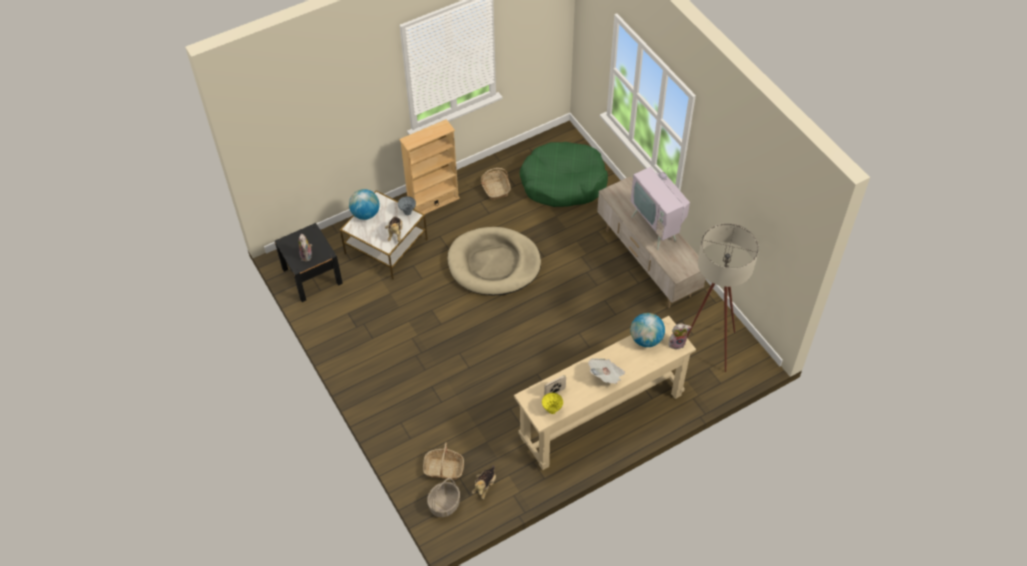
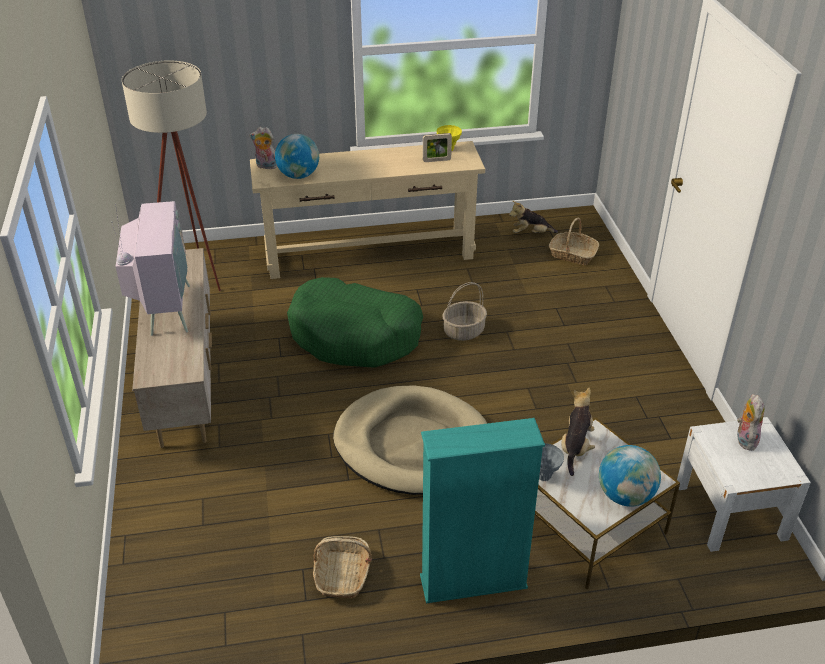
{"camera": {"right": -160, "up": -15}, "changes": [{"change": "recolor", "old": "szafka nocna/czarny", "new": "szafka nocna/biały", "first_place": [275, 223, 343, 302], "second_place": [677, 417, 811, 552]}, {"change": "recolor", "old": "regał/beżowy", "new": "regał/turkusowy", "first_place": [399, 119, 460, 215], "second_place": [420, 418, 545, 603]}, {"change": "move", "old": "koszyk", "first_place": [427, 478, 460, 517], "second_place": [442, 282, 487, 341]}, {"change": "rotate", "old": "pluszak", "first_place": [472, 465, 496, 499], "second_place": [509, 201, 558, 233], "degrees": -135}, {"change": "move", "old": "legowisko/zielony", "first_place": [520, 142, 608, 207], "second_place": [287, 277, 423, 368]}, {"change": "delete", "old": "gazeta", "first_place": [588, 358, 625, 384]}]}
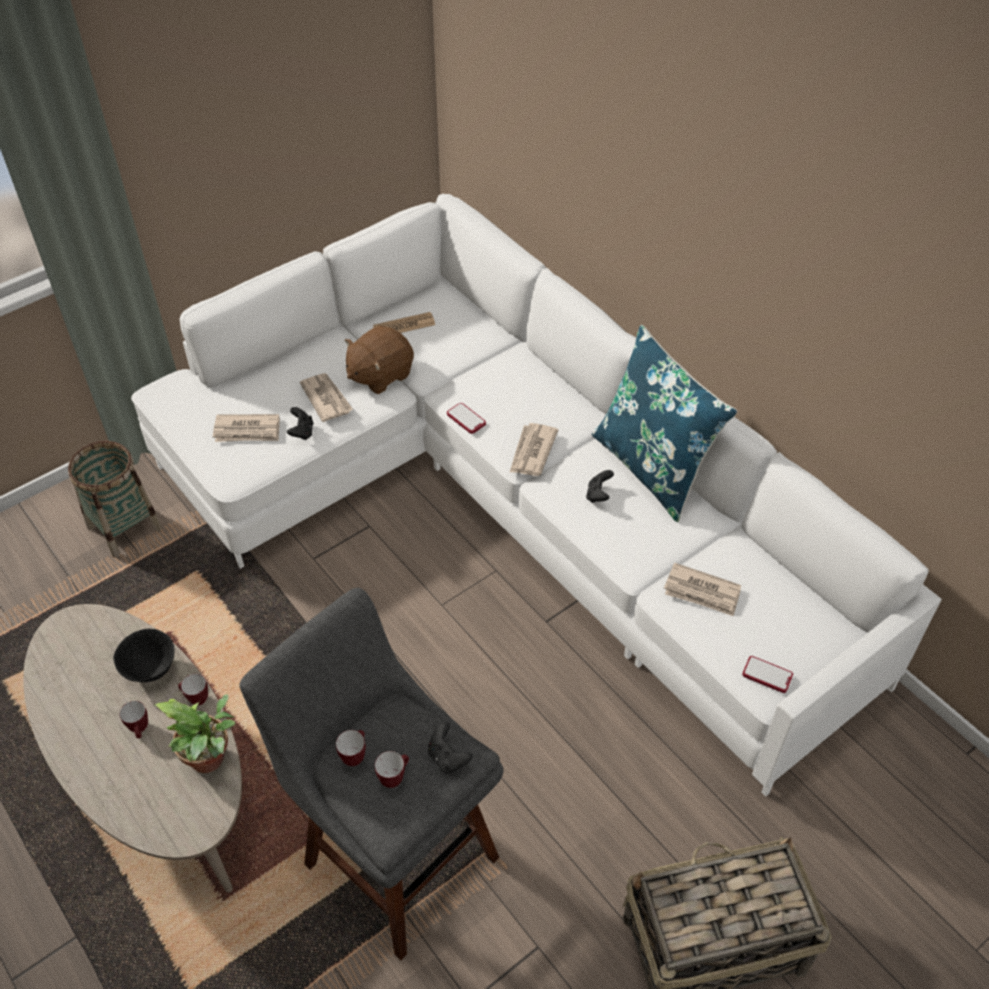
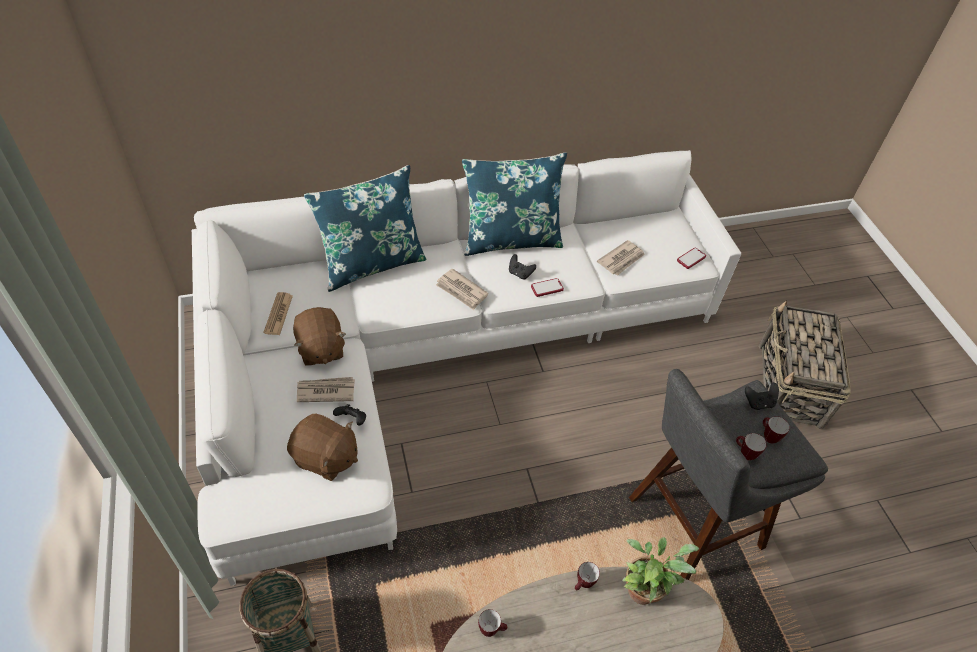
{"camera": {"right": -70, "up": 0}, "changes": [{"change": "delete", "old": "miska/czarny", "first_place": [113, 629, 175, 682]}, {"change": "move", "old": "kubek", "first_place": [120, 701, 148, 739], "second_place": [478, 609, 507, 637]}, {"change": "replace", "old": "gazeta", "new": "pluszak/brązowy", "first_place": [213, 414, 280, 442], "second_place": [287, 413, 358, 481]}, {"change": "move", "old": "telefon", "first_place": [447, 403, 486, 434], "second_place": [531, 278, 564, 297]}, {"change": "insert", "new": "poduszka/niebieski", "second_place": [304, 165, 426, 292]}]}
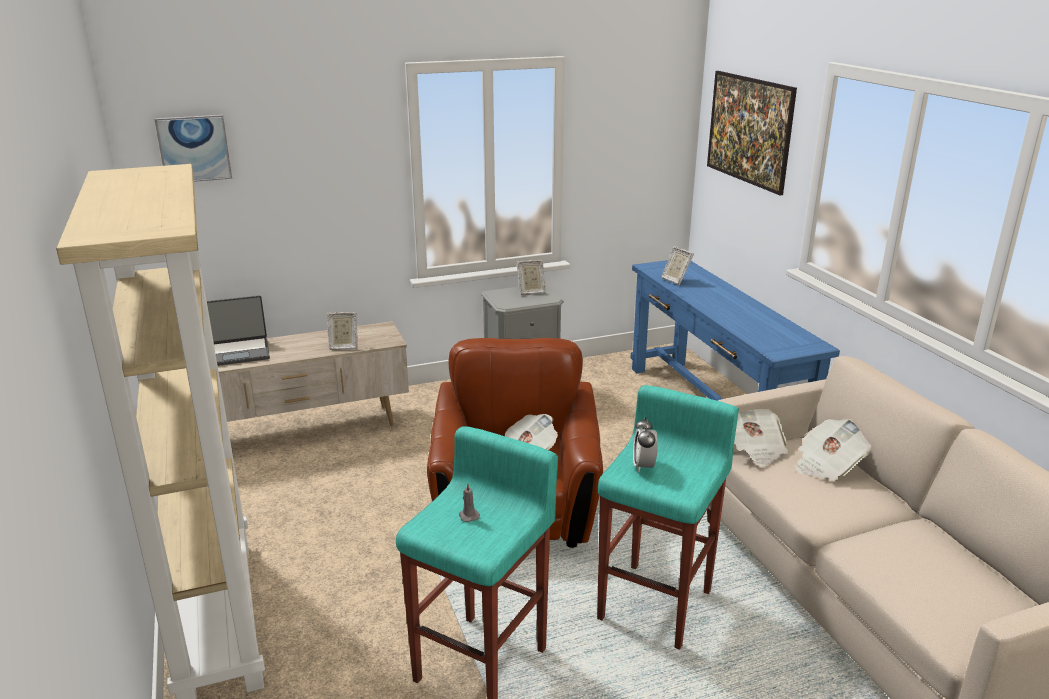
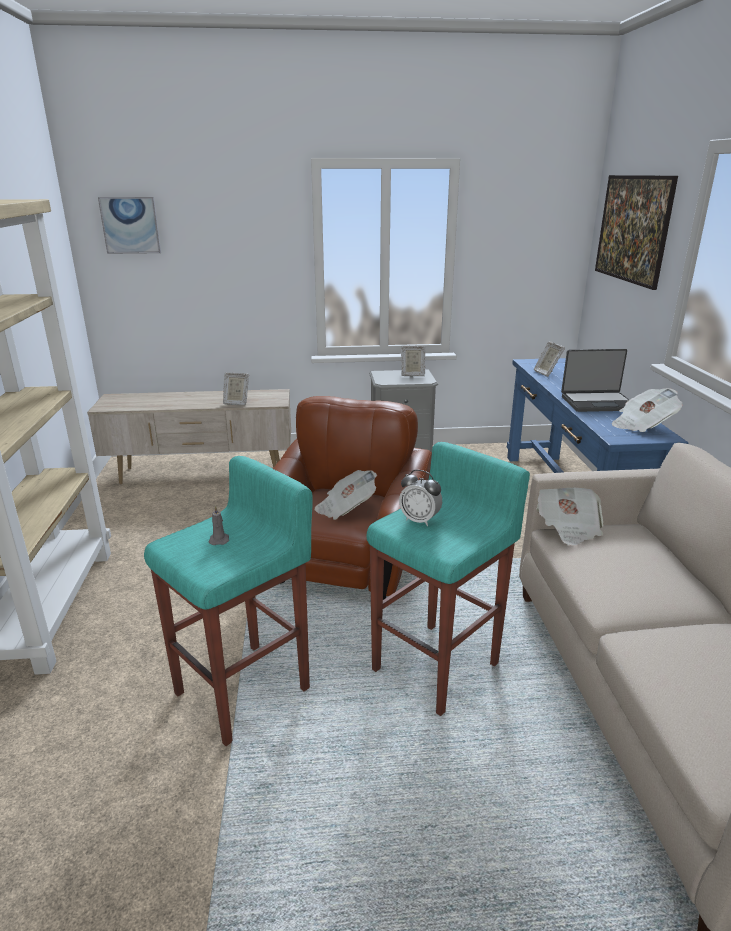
{"camera": {"right": 15, "up": 0}, "changes": [{"change": "move", "old": "laptop", "first_place": [207, 295, 270, 366], "second_place": [561, 349, 629, 412]}, {"change": "rotate", "old": "budzik", "first_place": [633, 417, 658, 473], "second_place": [399, 470, 442, 526], "degrees": -75}, {"change": "move", "old": "gazeta", "first_place": [795, 419, 871, 481], "second_place": [612, 388, 682, 432]}]}
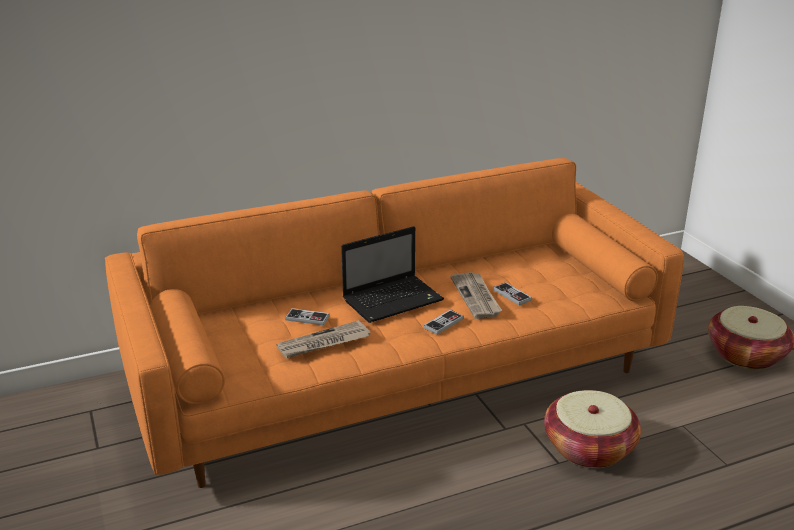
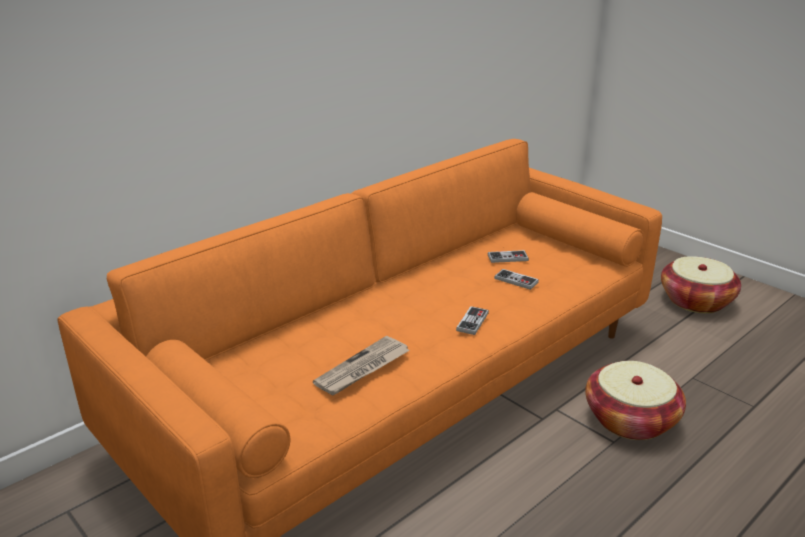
{"camera": {"right": -20, "up": 0}, "changes": [{"change": "move", "old": "pad do gier", "first_place": [285, 308, 330, 325], "second_place": [488, 250, 529, 263]}, {"change": "delete", "old": "laptop", "first_place": [341, 226, 444, 323]}, {"change": "delete", "old": "gazeta", "first_place": [450, 272, 502, 319]}]}
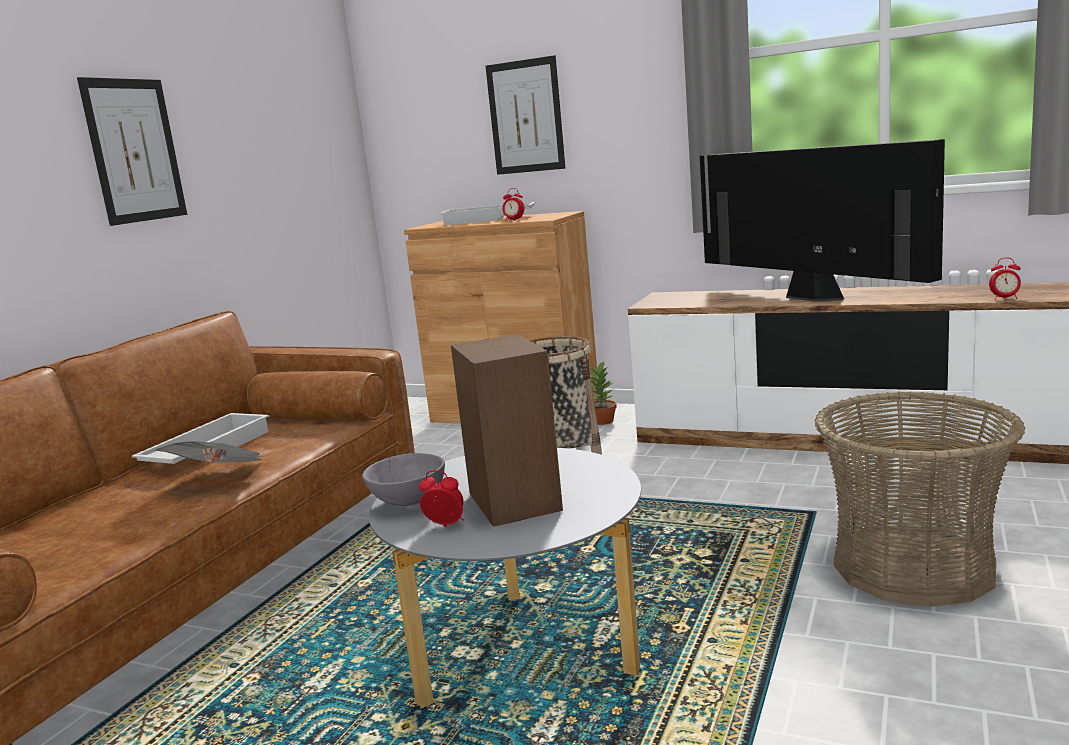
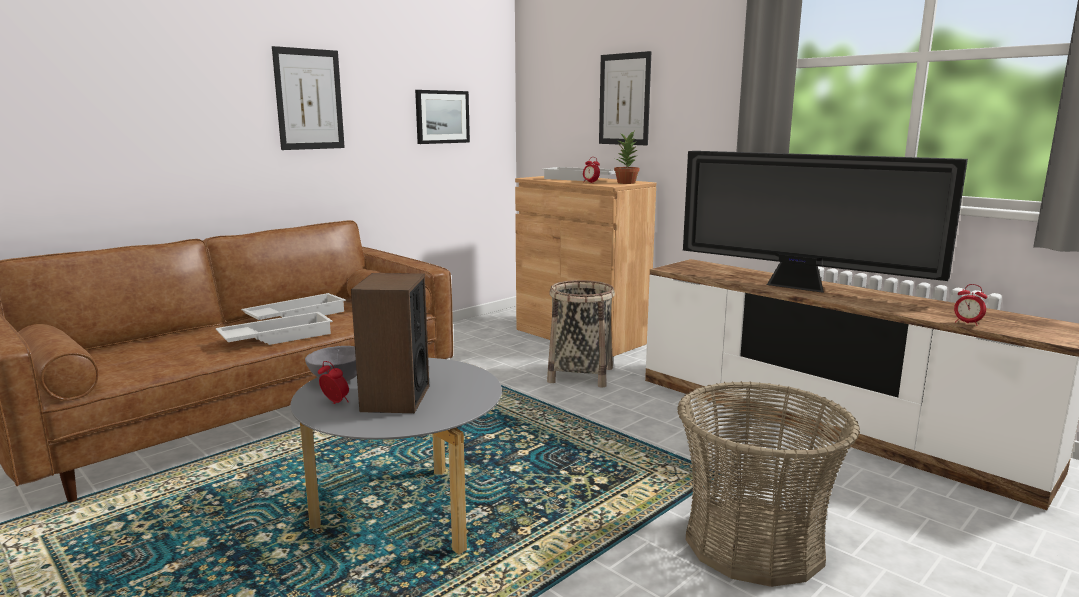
{"camera": {"right": 20, "up": 0}, "changes": [{"change": "replace", "old": "gazeta", "new": "taca/biały", "first_place": [155, 441, 263, 463], "second_place": [216, 312, 333, 345]}, {"change": "move", "old": "roślina doniczkowa", "first_place": [590, 361, 617, 425], "second_place": [614, 132, 639, 184]}, {"change": "rotate", "old": "telewizor", "first_place": [700, 139, 945, 302], "second_place": [683, 151, 968, 293], "degrees": 135}, {"change": "insert", "new": "obraz", "second_place": [415, 90, 470, 144]}]}
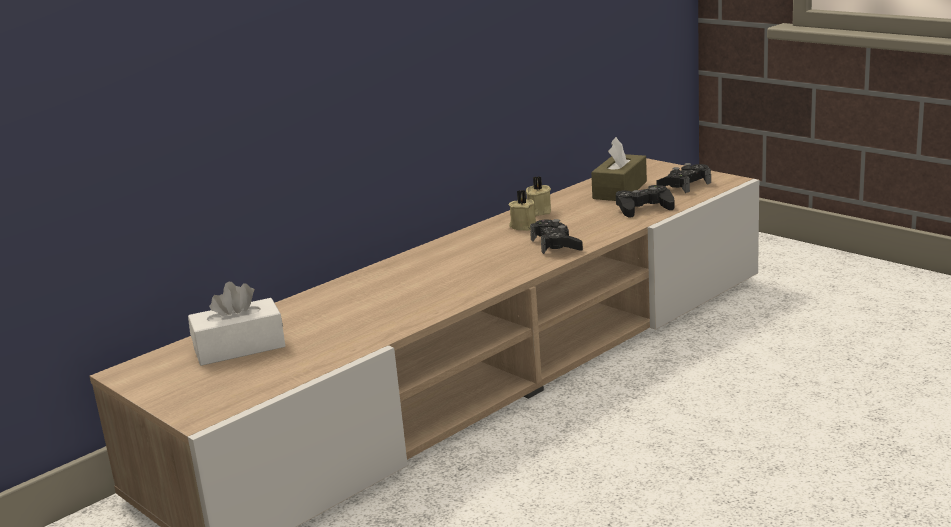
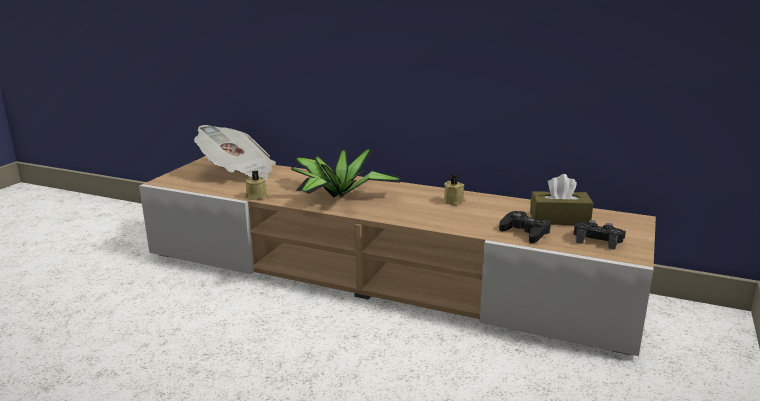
{"camera": {"right": 65, "up": 0}, "changes": [{"change": "replace", "old": "pudełko chusteczek/biały", "new": "gazeta", "first_place": [188, 282, 285, 366], "second_place": [194, 125, 276, 180]}, {"change": "move", "old": "świeca/beżowy", "first_place": [526, 176, 551, 217], "second_place": [245, 171, 267, 200]}, {"change": "delete", "old": "pad do gier/czarny", "first_place": [530, 219, 583, 254]}, {"change": "insert", "new": "roślina doniczkowa", "second_place": [291, 149, 402, 198]}]}
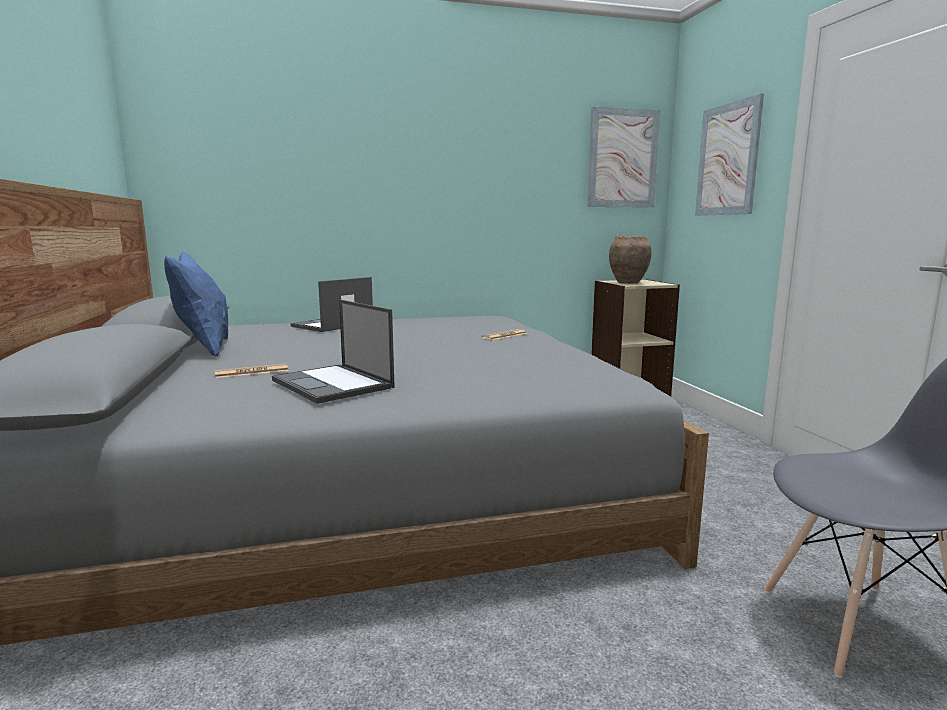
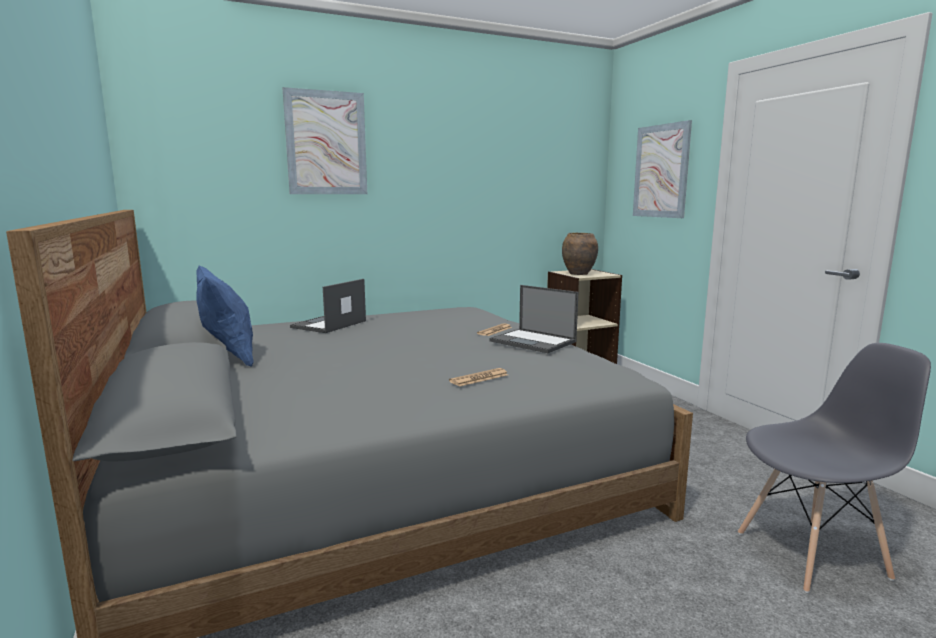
{"camera": {"right": -10, "up": 0}, "changes": [{"change": "move", "old": "gazeta", "first_place": [215, 364, 289, 378], "second_place": [449, 368, 508, 387]}, {"change": "move", "old": "laptop", "first_place": [272, 299, 395, 404], "second_place": [490, 285, 578, 353]}, {"change": "move", "old": "obraz", "first_place": [587, 107, 660, 208], "second_place": [283, 87, 367, 194]}]}
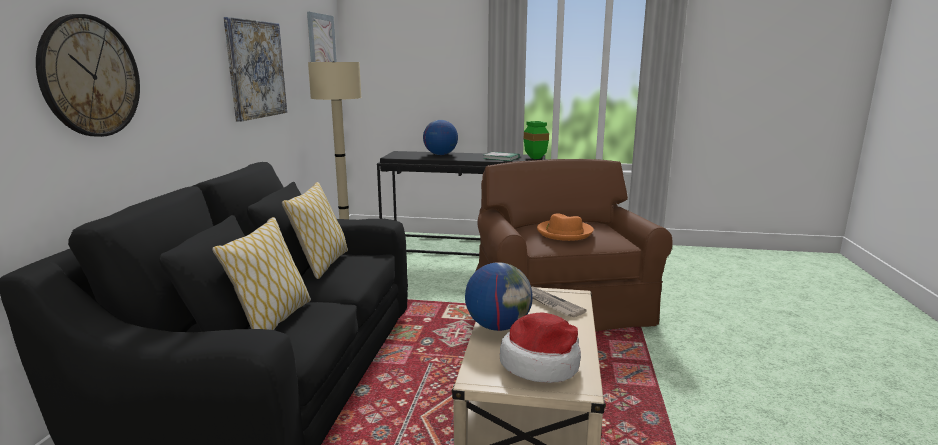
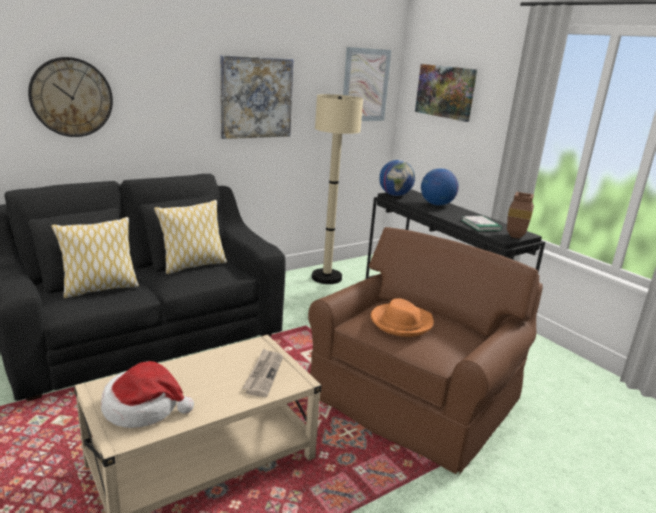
{"camera": {"right": 45, "up": 5}, "changes": [{"change": "move", "old": "globus", "first_place": [465, 262, 533, 331], "second_place": [379, 160, 415, 196]}, {"change": "recolor", "old": "wazon/zielony", "new": "wazon/brązowy", "first_place": [524, 121, 549, 159], "second_place": [507, 192, 534, 239]}, {"change": "insert", "new": "obraz", "second_place": [415, 64, 477, 122]}]}
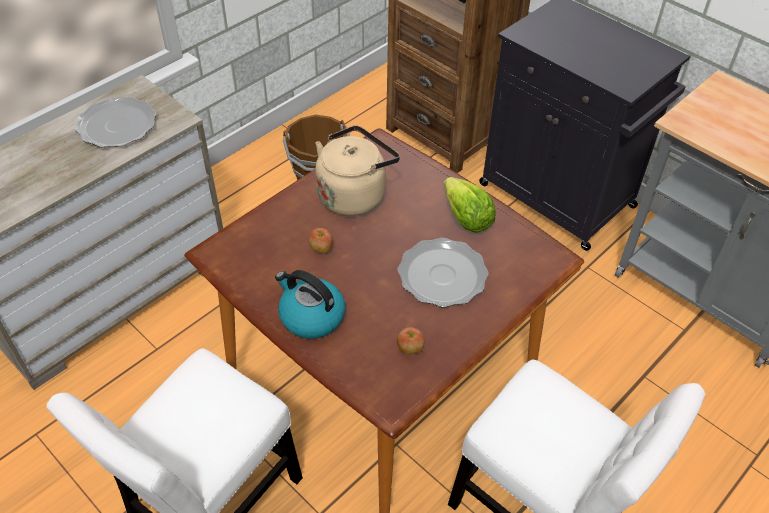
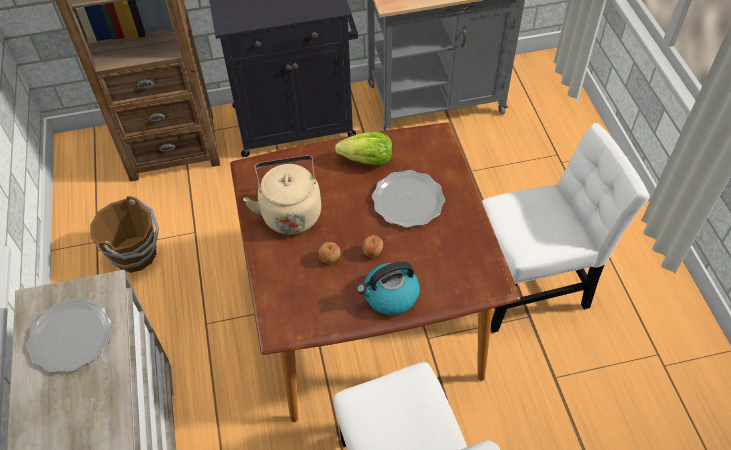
{"camera": {"right": -55, "up": 5}, "changes": [{"change": "move", "old": "jabłko", "first_place": [397, 327, 425, 354], "second_place": [362, 235, 383, 258]}]}
